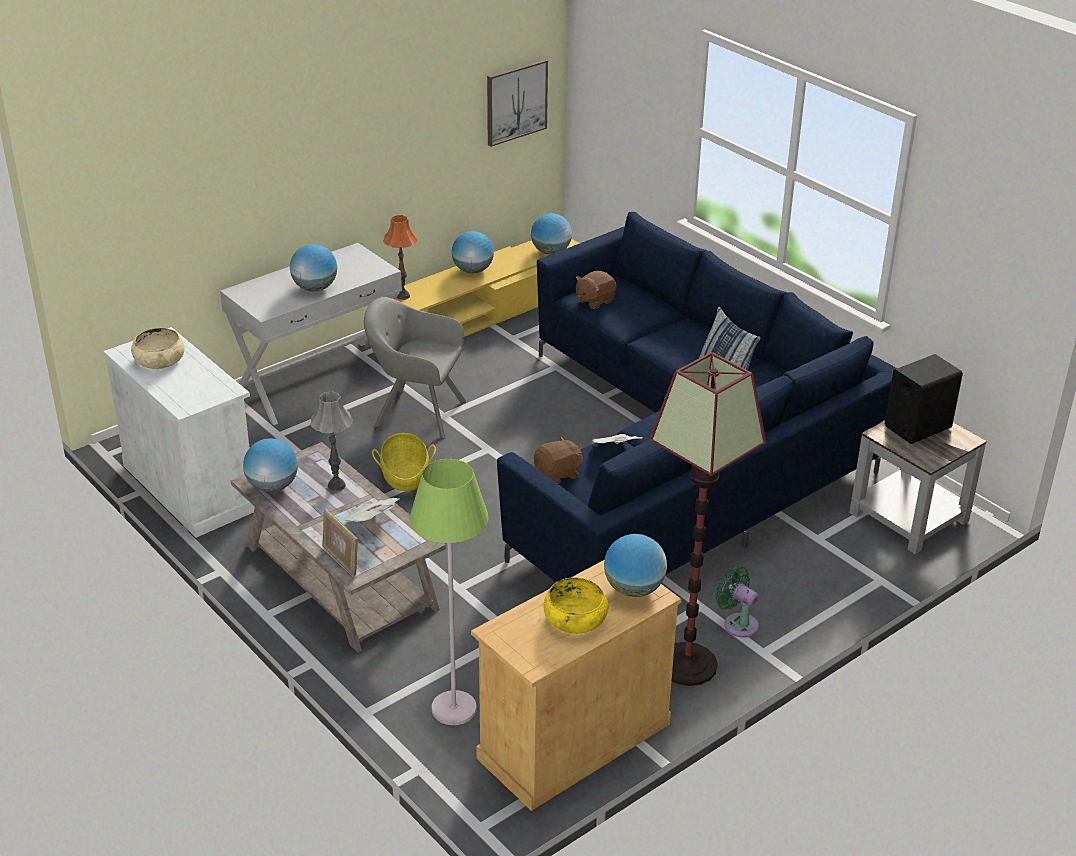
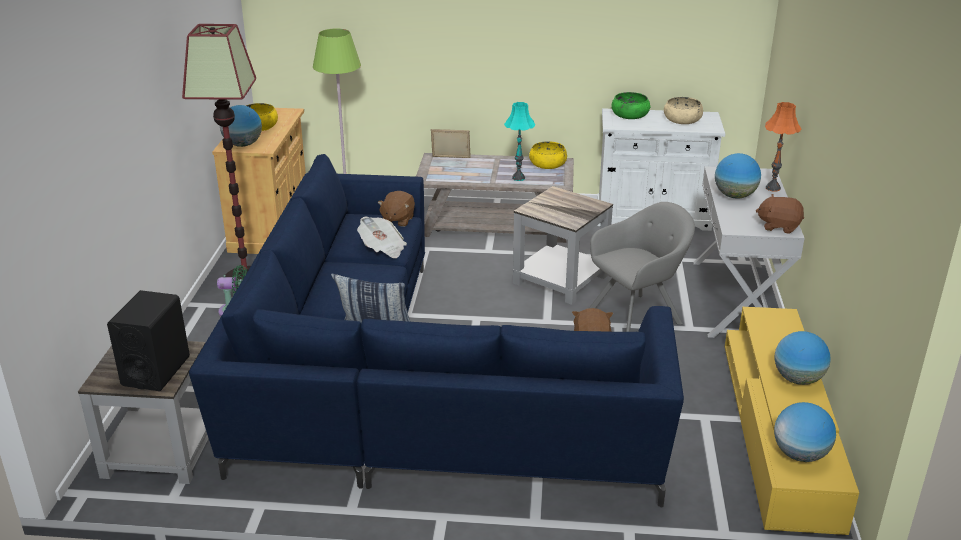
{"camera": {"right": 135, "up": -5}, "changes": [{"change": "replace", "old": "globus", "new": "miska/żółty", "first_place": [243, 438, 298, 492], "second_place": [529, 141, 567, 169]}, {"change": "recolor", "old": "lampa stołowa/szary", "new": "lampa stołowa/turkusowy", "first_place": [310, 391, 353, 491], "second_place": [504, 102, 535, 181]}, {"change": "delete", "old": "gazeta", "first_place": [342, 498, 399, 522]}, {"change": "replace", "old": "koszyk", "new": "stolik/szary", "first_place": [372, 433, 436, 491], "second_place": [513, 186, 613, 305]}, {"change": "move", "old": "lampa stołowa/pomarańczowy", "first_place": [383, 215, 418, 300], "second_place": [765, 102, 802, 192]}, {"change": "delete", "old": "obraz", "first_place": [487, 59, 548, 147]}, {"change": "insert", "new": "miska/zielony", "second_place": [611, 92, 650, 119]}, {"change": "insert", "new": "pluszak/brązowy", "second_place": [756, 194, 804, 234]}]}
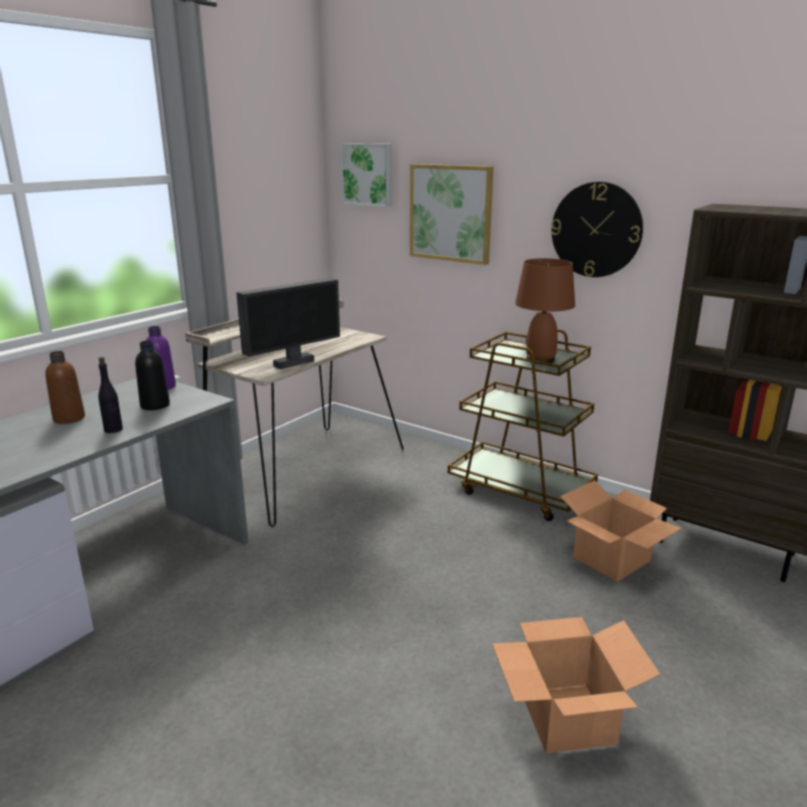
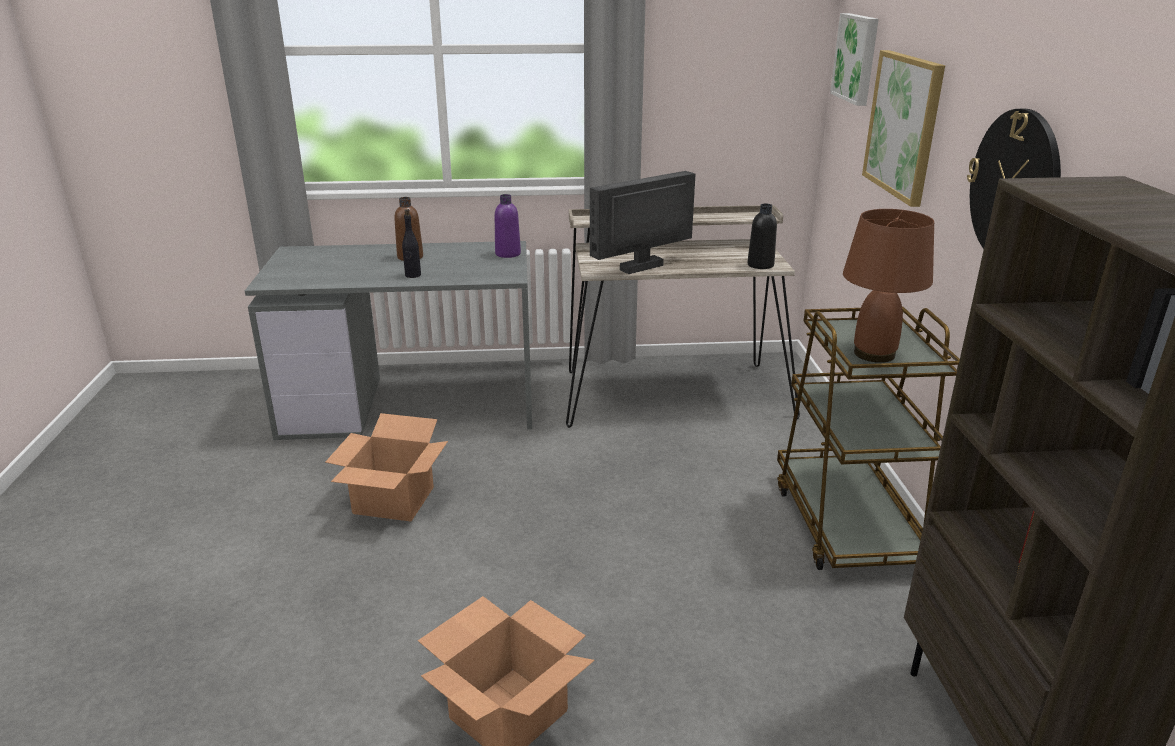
{"camera": {"right": 50, "up": 5}, "changes": [{"change": "move", "old": "butelka/czarny", "first_place": [135, 341, 170, 410], "second_place": [747, 204, 777, 269]}, {"change": "rotate", "old": "monitor", "first_place": [236, 278, 340, 369], "second_place": [590, 171, 695, 274], "degrees": 135}, {"change": "move", "old": "karton", "first_place": [560, 480, 681, 582], "second_place": [325, 413, 448, 522]}]}
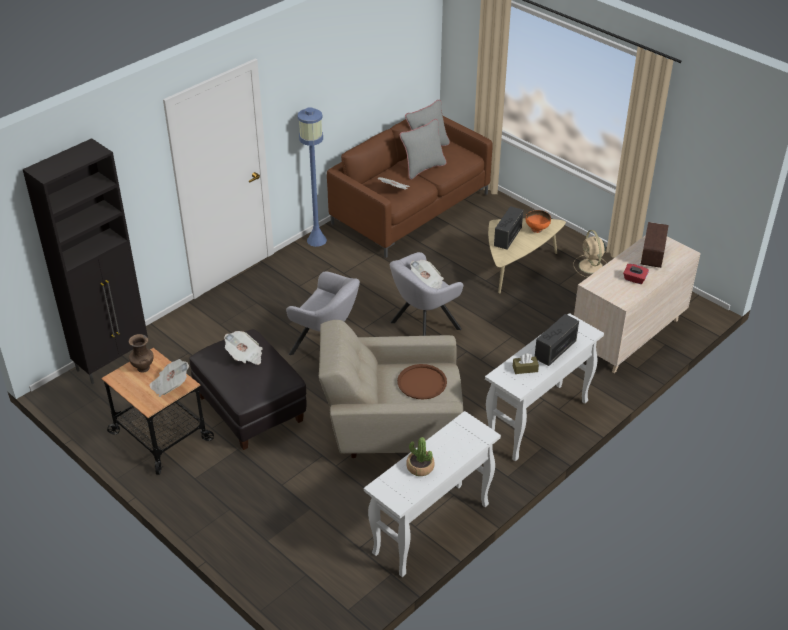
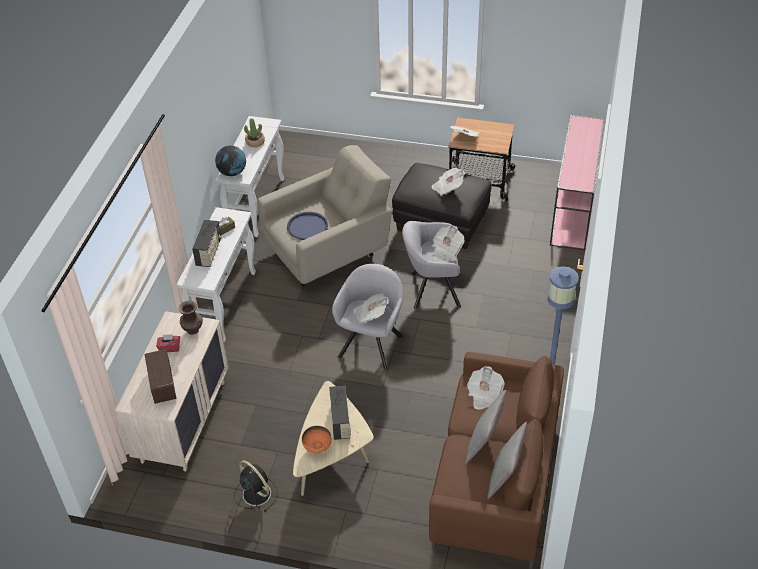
{"camera": {"right": 150, "up": 5}, "changes": [{"change": "replace", "old": "szafka/czarny", "new": "stolik konsolowy/różowy", "first_place": [23, 138, 148, 384], "second_place": [550, 115, 605, 250]}, {"change": "move", "old": "wazon/brązowy", "first_place": [129, 334, 154, 373], "second_place": [179, 301, 203, 335]}, {"change": "recolor", "old": "taca/brązowy", "new": "taca/niebieski", "first_place": [397, 364, 447, 399], "second_place": [287, 212, 328, 240]}, {"change": "recolor", "old": "wentylator/beżowy", "new": "wentylator/czarny", "first_place": [574, 230, 607, 277], "second_place": [234, 460, 278, 512]}, {"change": "insert", "new": "globus", "second_place": [215, 146, 246, 176]}, {"change": "insert", "new": "gazeta", "second_place": [432, 225, 465, 260]}]}
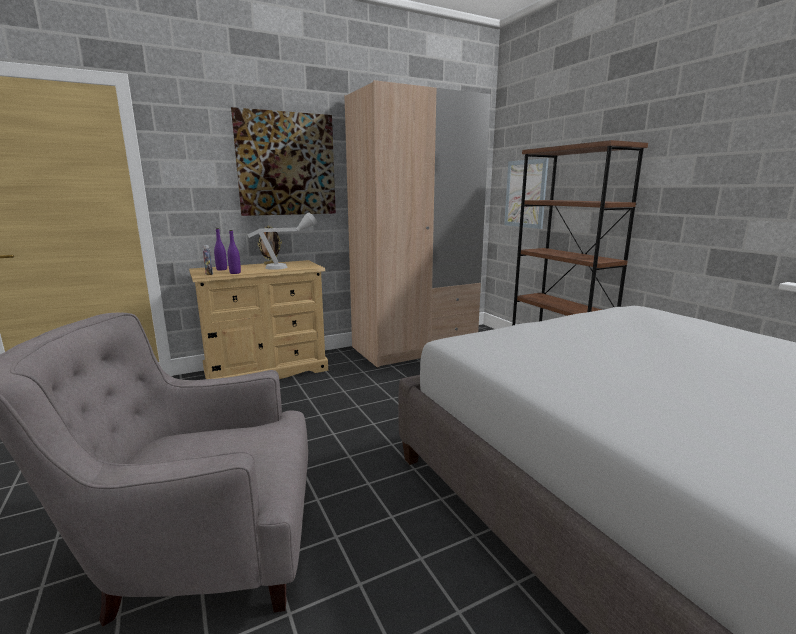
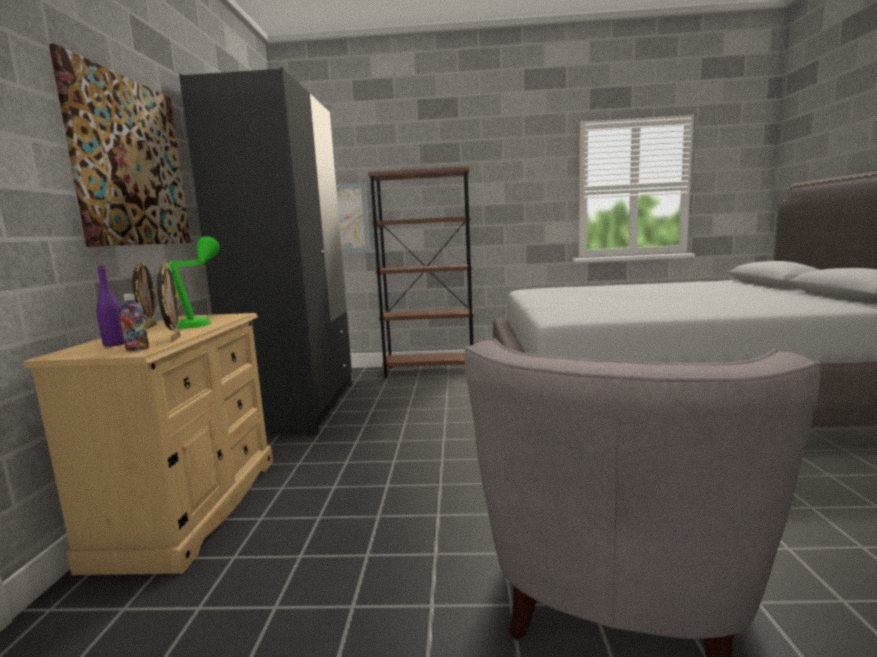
{"camera": {"right": -60, "up": -5}, "changes": [{"change": "replace", "old": "butelka/fioletowy", "new": "ramka na zdjęcie", "first_place": [227, 230, 241, 274], "second_place": [157, 262, 180, 342]}, {"change": "recolor", "old": "lampa stołowa/szary", "new": "lampa stołowa/zielony", "first_place": [248, 212, 317, 270], "second_place": [168, 236, 220, 329]}, {"change": "recolor", "old": "szafa/beżowy", "new": "szafa/czarny", "first_place": [344, 80, 491, 369], "second_place": [179, 67, 352, 435]}]}
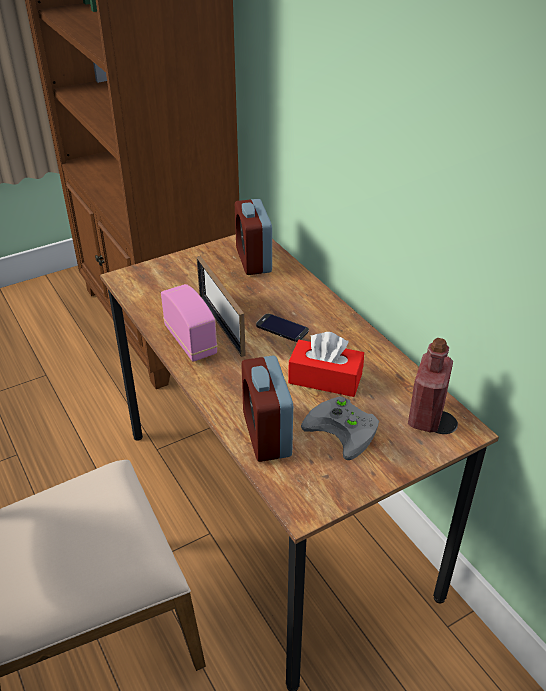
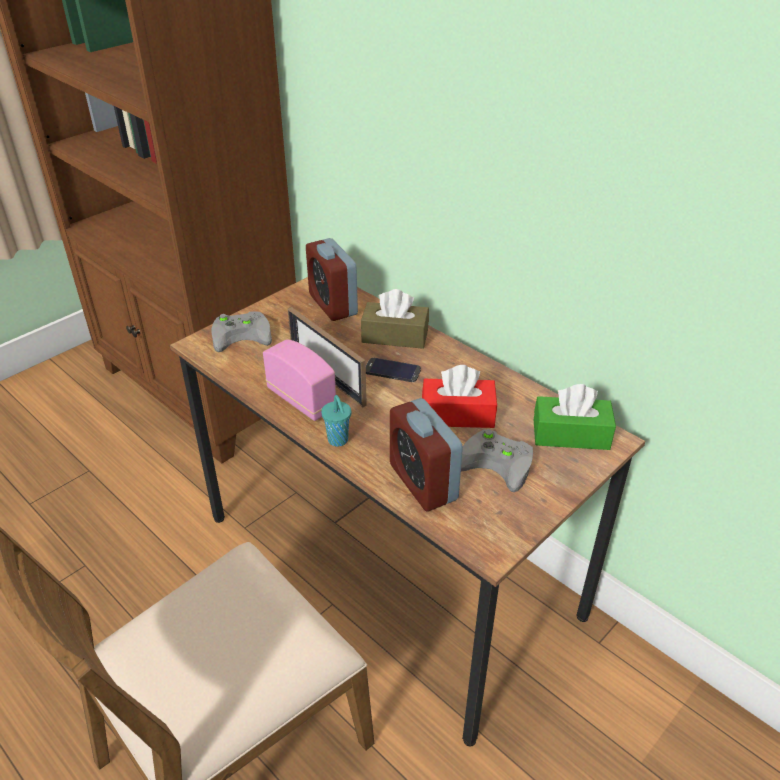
{"camera": {"right": -15, "up": 0}, "changes": [{"change": "replace", "old": "butelka/czerwony", "new": "pudełko chusteczek/zielony", "first_place": [408, 338, 453, 432], "second_place": [534, 384, 616, 450]}, {"change": "insert", "new": "pad do gier/szary", "second_place": [211, 311, 272, 352]}, {"change": "insert", "new": "filiżanka/turkusowy", "second_place": [321, 395, 351, 447]}, {"change": "insert", "new": "pudełko chusteczek/brązowy", "second_place": [361, 289, 429, 349]}]}
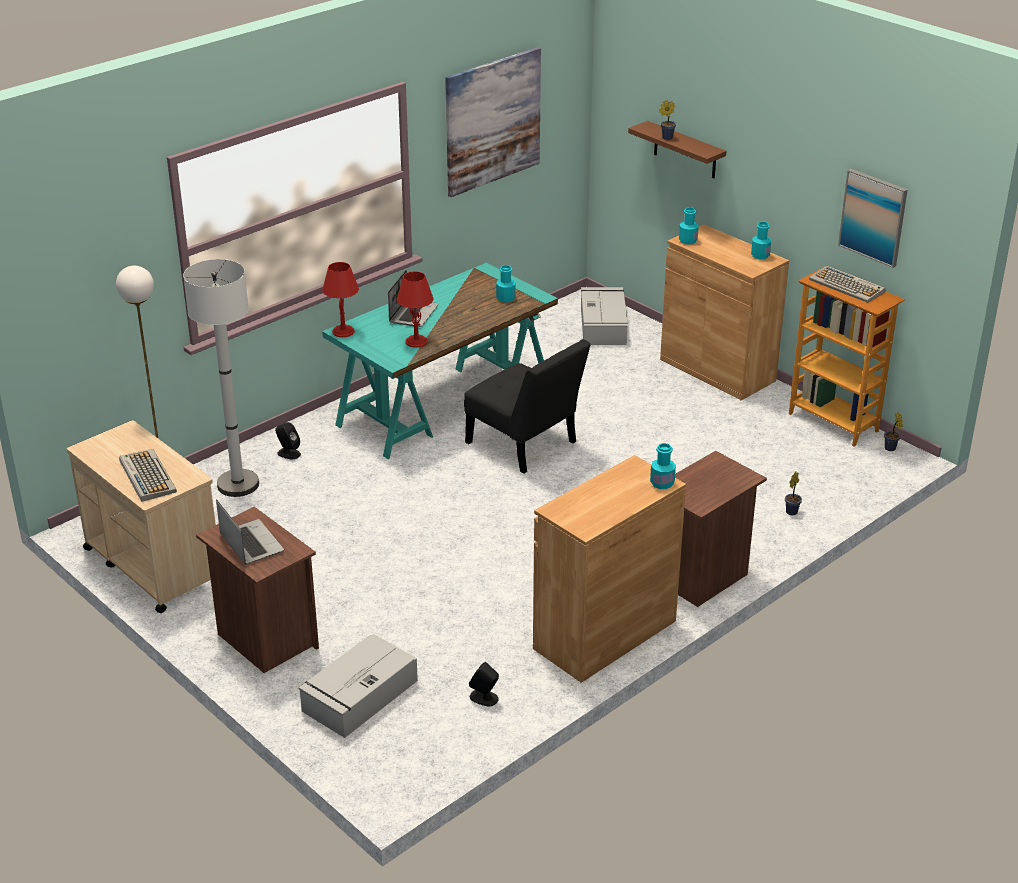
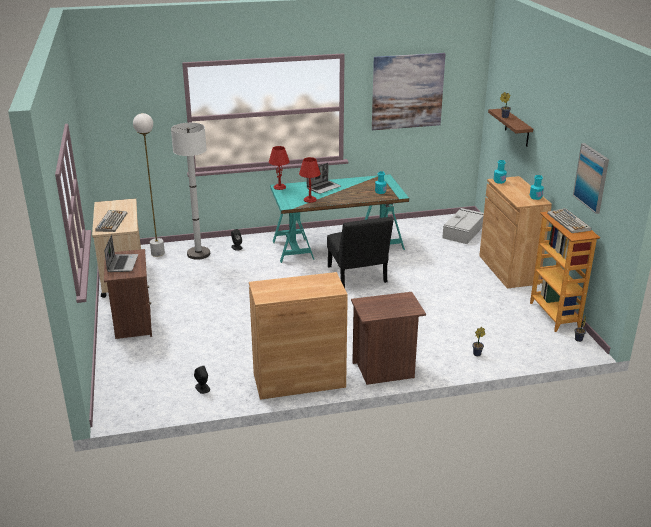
{"camera": {"right": 30, "up": -5}, "changes": [{"change": "delete", "old": "pojemnik do przechowywania/szary", "first_place": [298, 634, 418, 738]}, {"change": "delete", "old": "butelka/turkusowy", "first_place": [650, 443, 676, 489]}]}
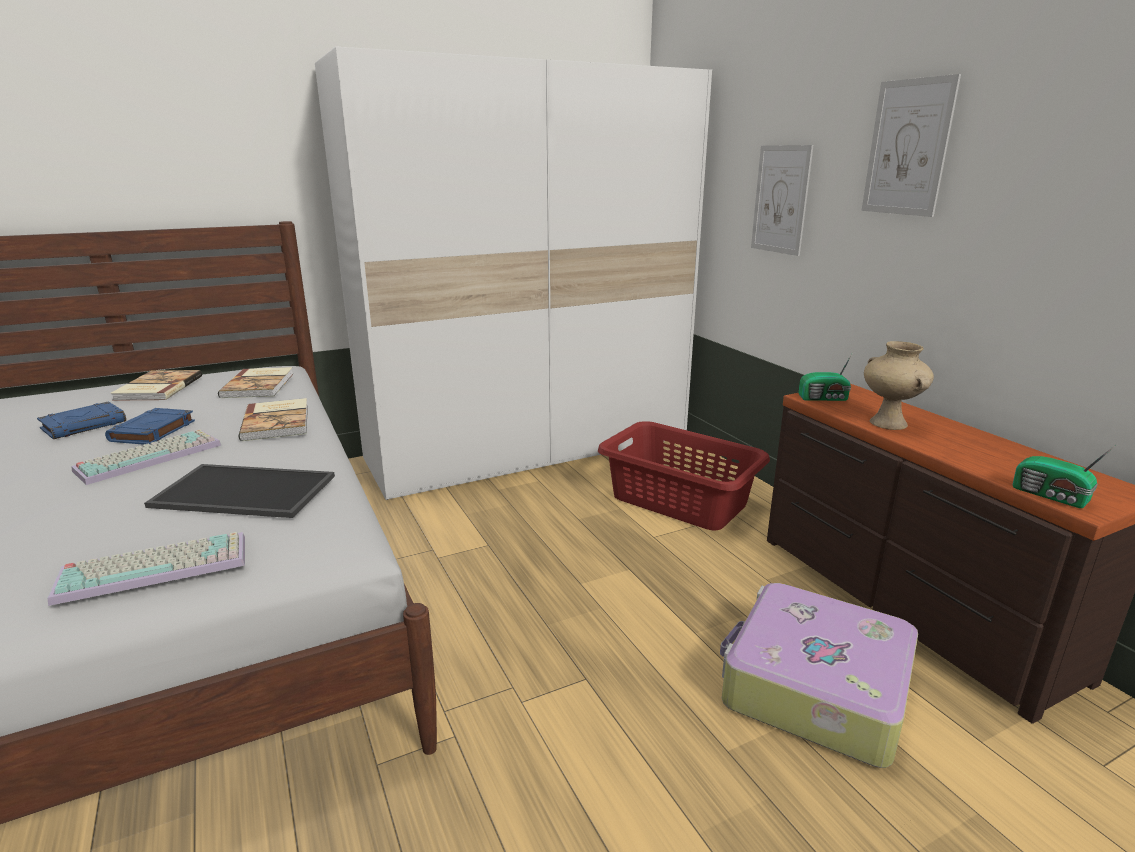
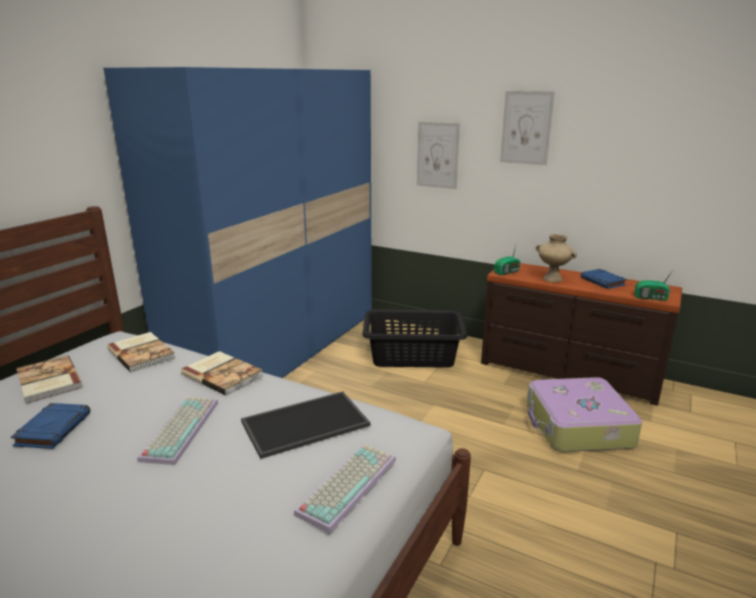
{"camera": {"right": -35, "up": 0}, "changes": [{"change": "move", "old": "książka/niebieski", "first_place": [105, 408, 195, 445], "second_place": [581, 269, 627, 289]}, {"change": "recolor", "old": "szafa/biały", "new": "szafa/niebieski", "first_place": [315, 46, 712, 500], "second_place": [103, 67, 372, 378]}, {"change": "recolor", "old": "kosz na pranie/czerwony", "new": "kosz na pranie/czarny", "first_place": [598, 421, 770, 531], "second_place": [362, 309, 467, 368]}]}
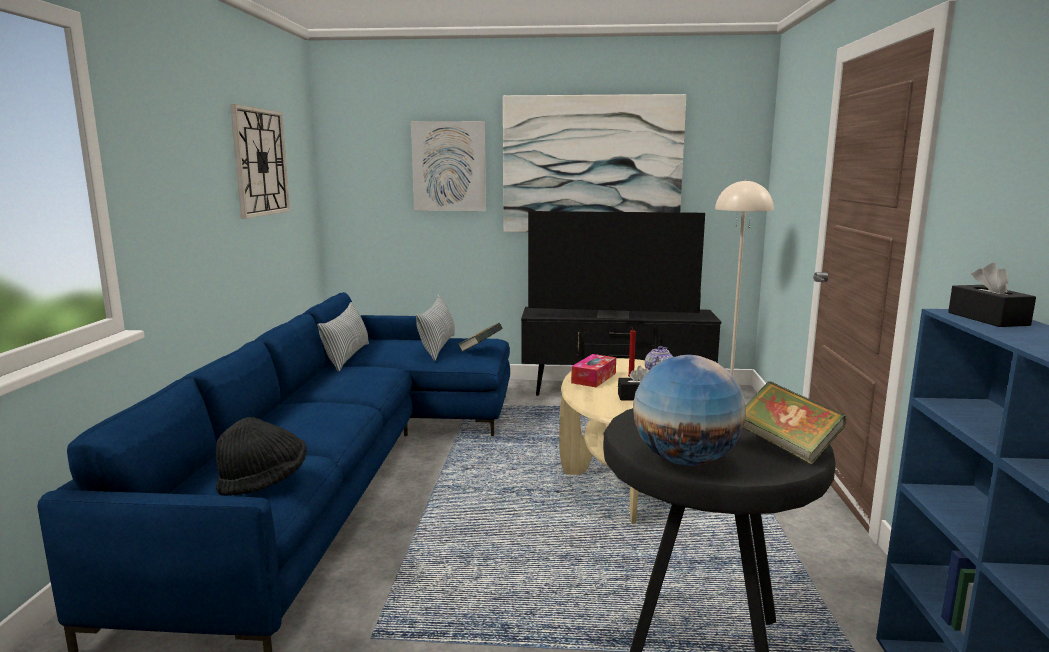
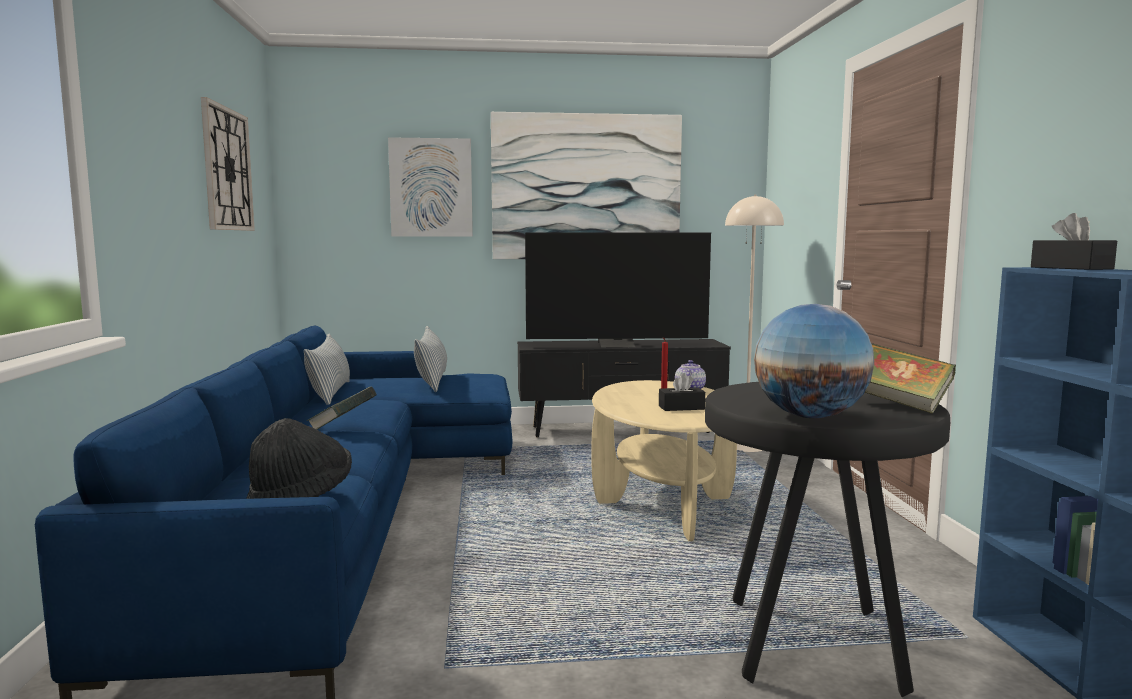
{"camera": {"right": -10, "up": -5}, "changes": [{"change": "move", "old": "książka", "first_place": [457, 323, 503, 352], "second_place": [307, 386, 377, 430]}, {"change": "delete", "old": "pudełko chusteczek", "first_place": [571, 354, 616, 387]}]}
